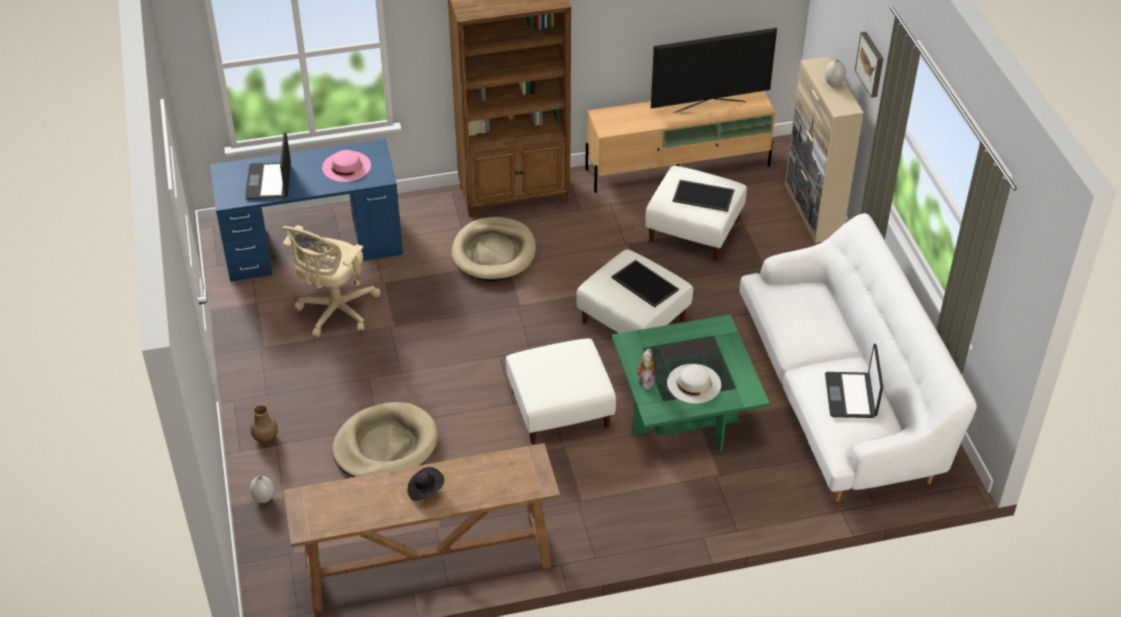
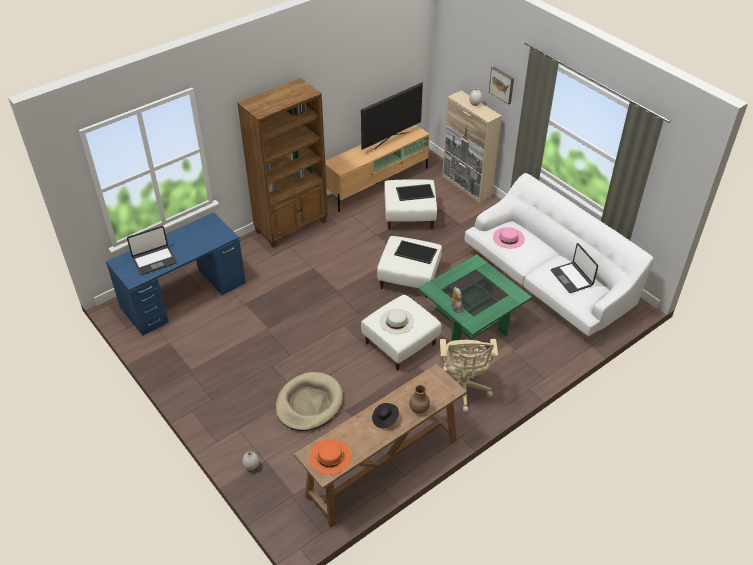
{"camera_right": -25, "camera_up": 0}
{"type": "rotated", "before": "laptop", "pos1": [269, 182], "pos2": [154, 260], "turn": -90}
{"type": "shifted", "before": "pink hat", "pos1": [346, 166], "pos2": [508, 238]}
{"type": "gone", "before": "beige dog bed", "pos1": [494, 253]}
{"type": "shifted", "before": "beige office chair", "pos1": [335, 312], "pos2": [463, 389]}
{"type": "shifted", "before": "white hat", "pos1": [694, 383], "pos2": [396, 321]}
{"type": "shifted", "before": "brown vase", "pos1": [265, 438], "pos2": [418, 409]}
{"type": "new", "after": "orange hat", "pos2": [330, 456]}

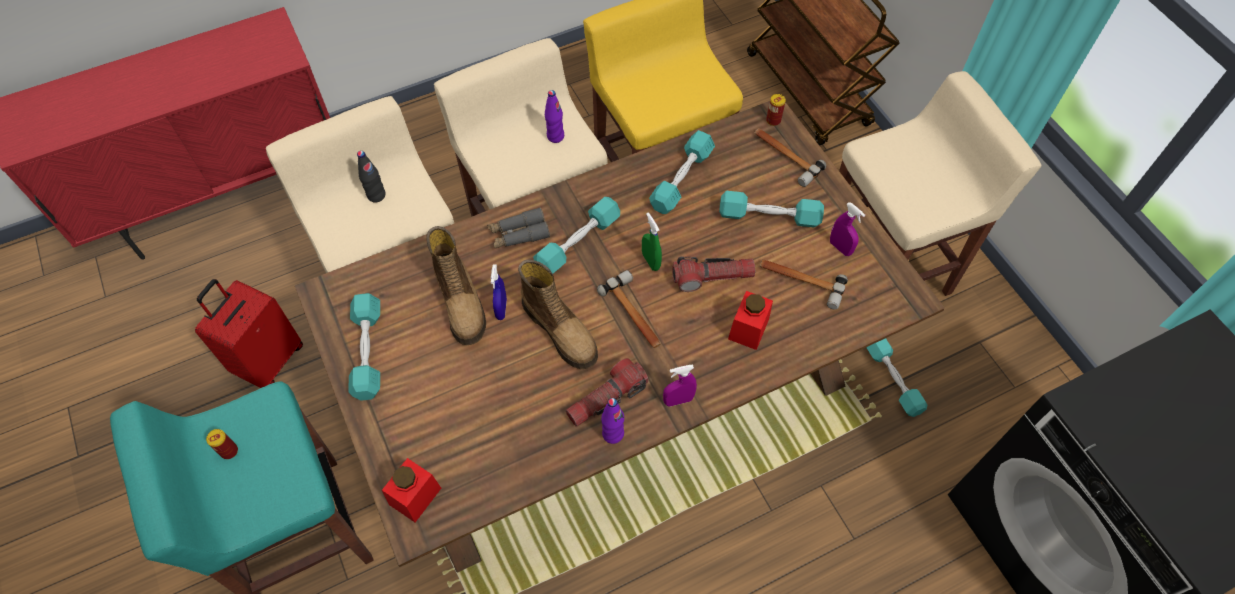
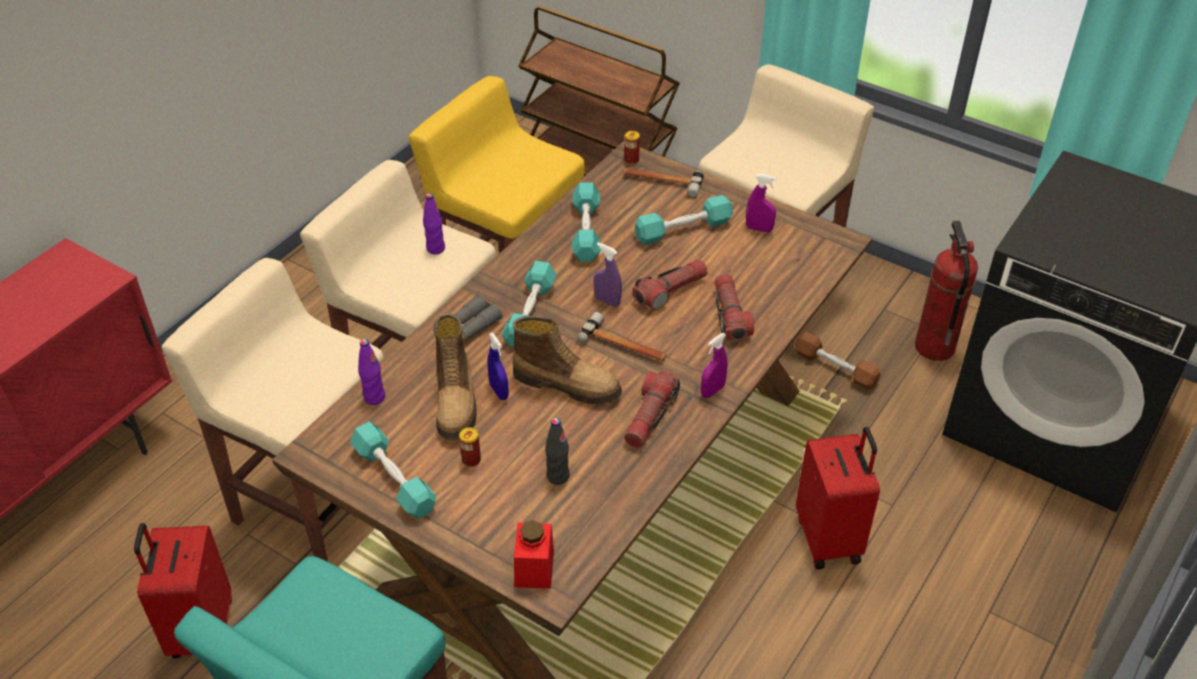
{"camera_right": -30, "camera_up": -15}
{"type": "shifted", "before": "black bottle", "pos1": [376, 195], "pos2": [558, 476]}
{"type": "repainted", "before": "green spray bottle", "after": "purple spray bottle", "pos1": [651, 261], "pos2": [607, 301]}
{"type": "rotated", "before": "boot", "pos1": [461, 302], "pos2": [456, 402], "turn": 45}
{"type": "gone", "before": "hammer", "pos1": [800, 281]}
{"type": "swapped", "before": "red jar", "after": "flashlight", "pos1": [748, 329], "pos2": [730, 315]}
{"type": "repainted", "before": "turquoise dumbbell", "after": "brown dumbbell", "pos1": [893, 379], "pos2": [835, 368]}
{"type": "shifted", "before": "purple bottle", "pos1": [613, 434], "pos2": [374, 397]}
{"type": "shifted", "before": "can", "pos1": [229, 451], "pos2": [471, 460]}
{"type": "new", "after": "fire extinguisher", "pos2": [934, 347]}
{"type": "new", "after": "red suitcase", "pos2": [830, 539]}

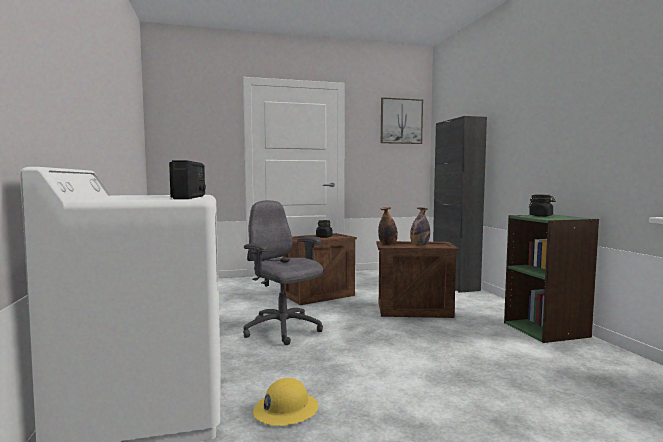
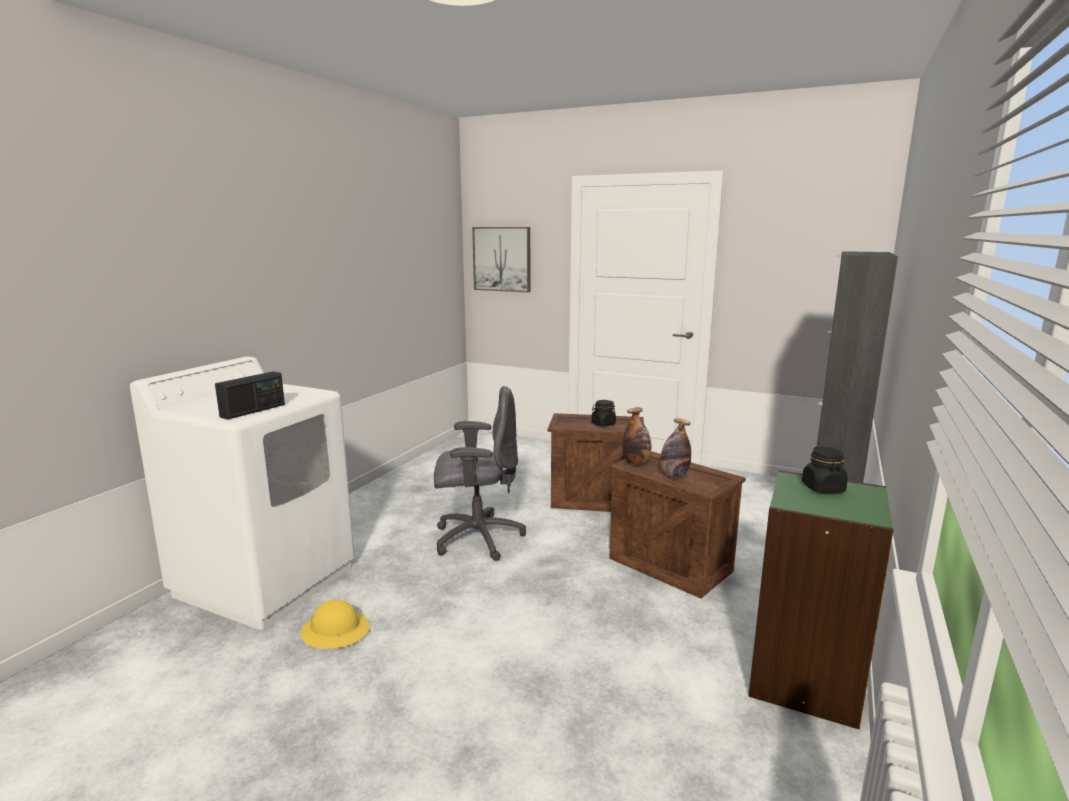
{"camera_right": 40, "camera_up": 10}
{"type": "shifted", "before": "picture", "pos1": [401, 121], "pos2": [502, 259]}
{"type": "rotated", "before": "grey office chair", "pos1": [283, 330], "pos2": [477, 538], "turn": 90}

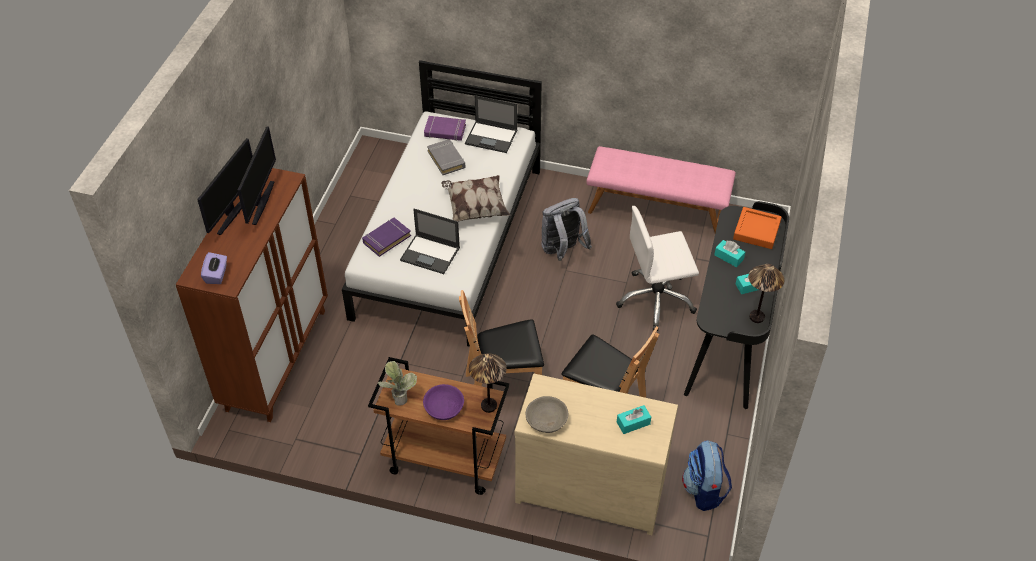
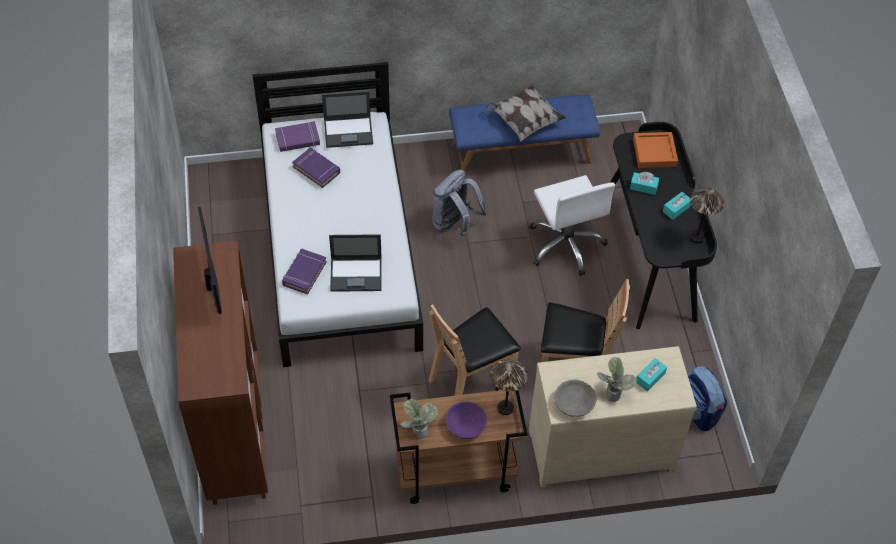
{"camera_right": -25, "camera_up": 5}
{"type": "gone", "before": "monitor", "pos1": [233, 213]}
{"type": "repainted", "before": "grey book", "after": "purple book", "pos1": [446, 159], "pos2": [316, 169]}
{"type": "repainted", "before": "pink bench", "after": "blue bench", "pos1": [657, 209], "pos2": [521, 152]}
{"type": "shifted", "before": "pillow", "pos1": [475, 208], "pos2": [524, 121]}
{"type": "rotated", "before": "white office chair", "pos1": [656, 300], "pos2": [566, 245], "turn": -75}
{"type": "gone", "before": "purple tissue box", "pos1": [216, 275]}
{"type": "new", "after": "potted plant", "pos2": [612, 392]}

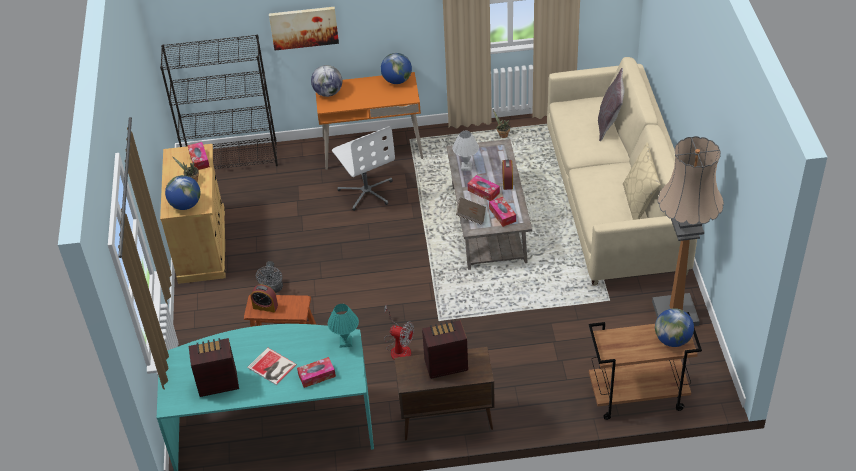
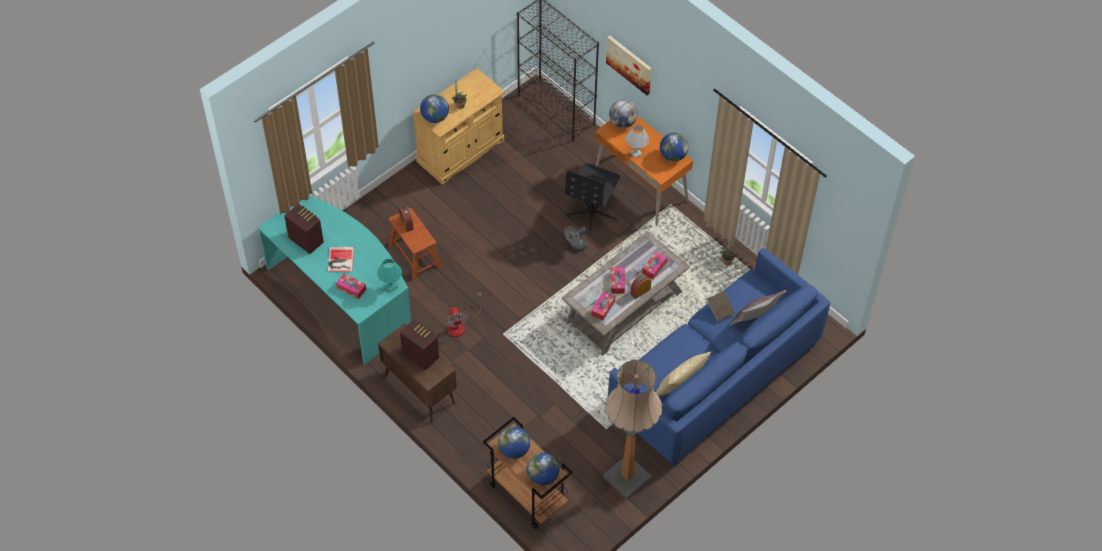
{"camera_right": 50, "camera_up": 10}
{"type": "repainted", "before": "beige sofa", "after": "blue sofa", "pos1": [615, 202], "pos2": [714, 377]}
{"type": "repainted", "before": "white office chair", "after": "black office chair", "pos1": [367, 191], "pos2": [592, 212]}
{"type": "shifted", "before": "white table lamp", "pos1": [466, 166], "pos2": [636, 153]}
{"type": "shifted", "before": "tissue box", "pos1": [199, 159], "pos2": [654, 267]}
{"type": "shifted", "before": "brown book", "pos1": [471, 216], "pos2": [720, 310]}
{"type": "shifted", "before": "grey fan", "pos1": [273, 289], "pos2": [576, 246]}
{"type": "new", "after": "globe", "pos2": [514, 450]}

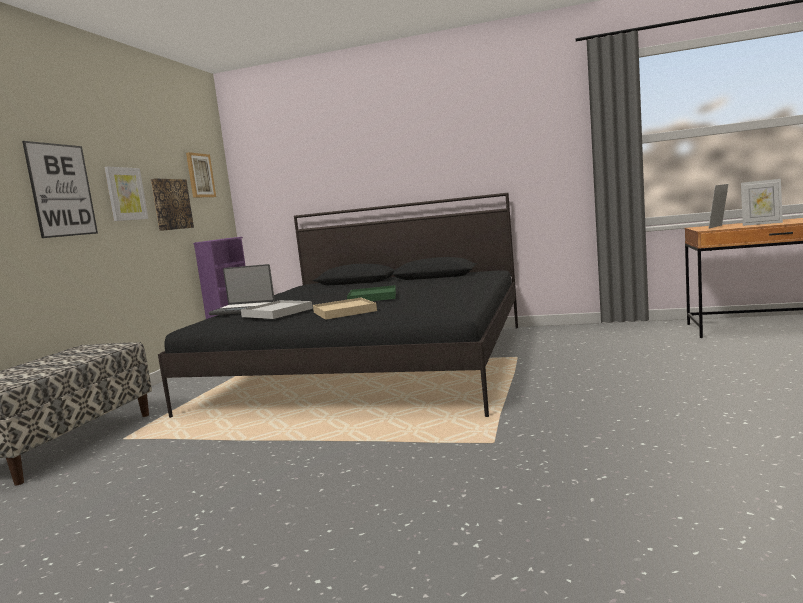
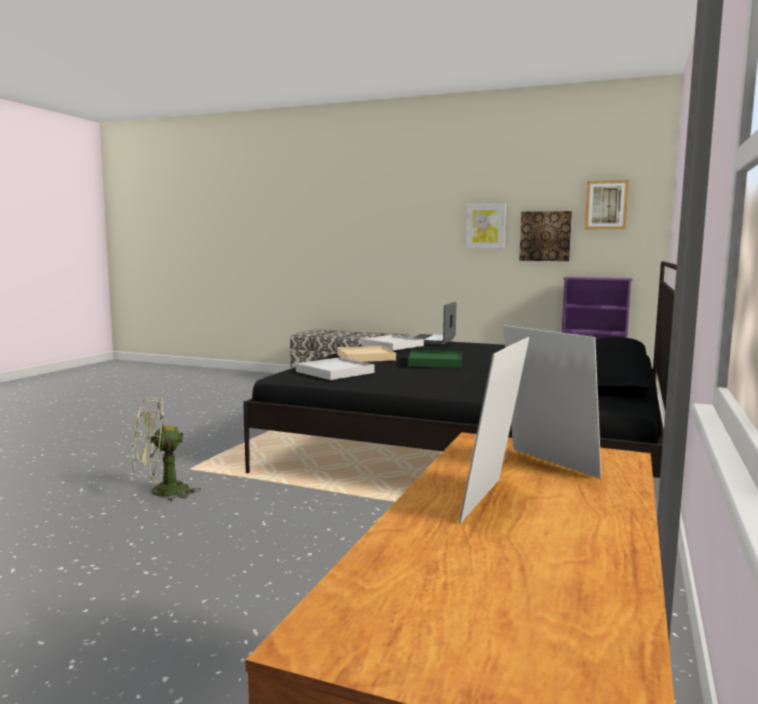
{"camera_right": 95, "camera_up": 0}
{"type": "gone", "before": "picture", "pos1": [61, 190]}
{"type": "new", "after": "white tray", "pos2": [335, 372]}
{"type": "new", "after": "green fan", "pos2": [161, 492]}

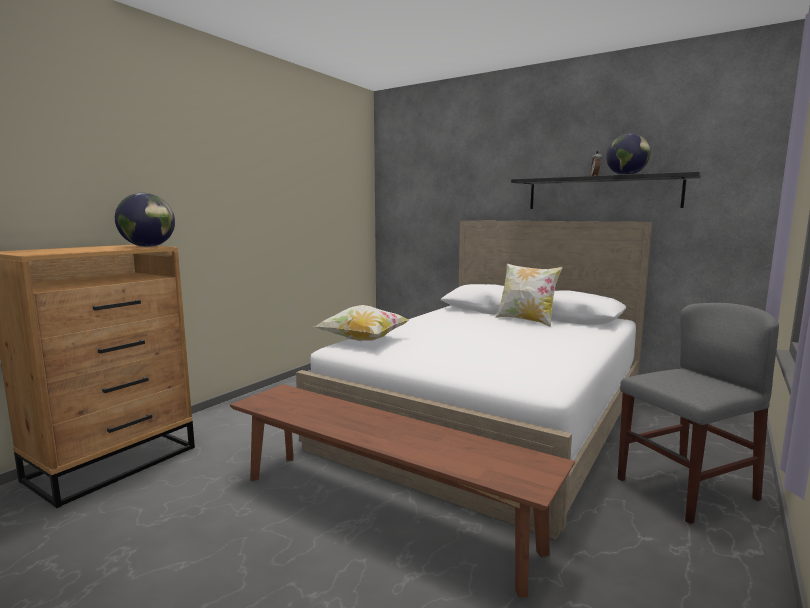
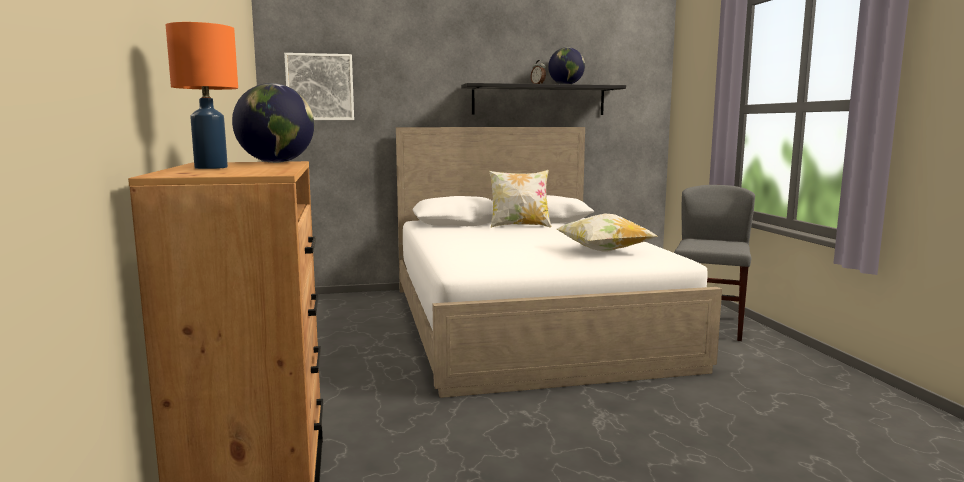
{"camera_right": -45, "camera_up": 0}
{"type": "shifted", "before": "pillow", "pos1": [363, 340], "pos2": [604, 251]}
{"type": "gone", "before": "brown bench", "pos1": [381, 511]}
{"type": "new", "after": "orange table lamp", "pos2": [211, 167]}
{"type": "new", "after": "picture", "pos2": [320, 87]}

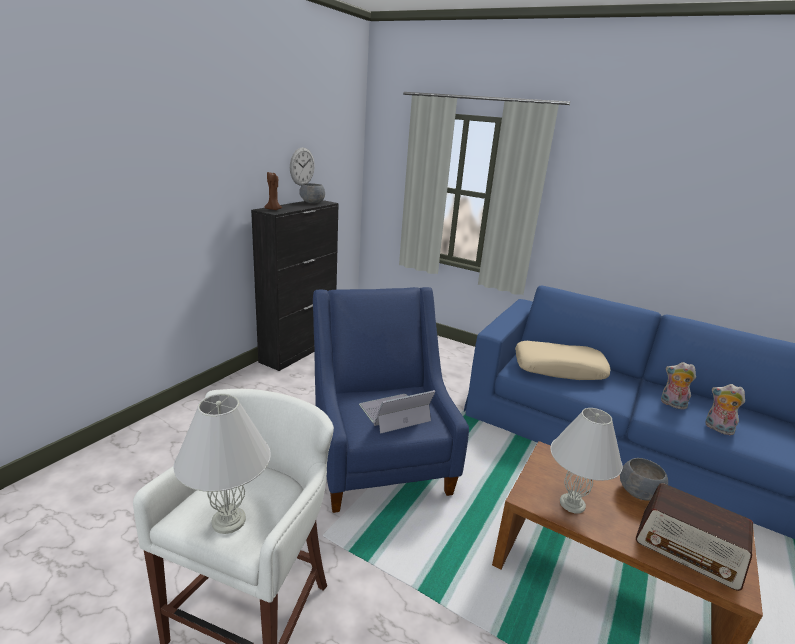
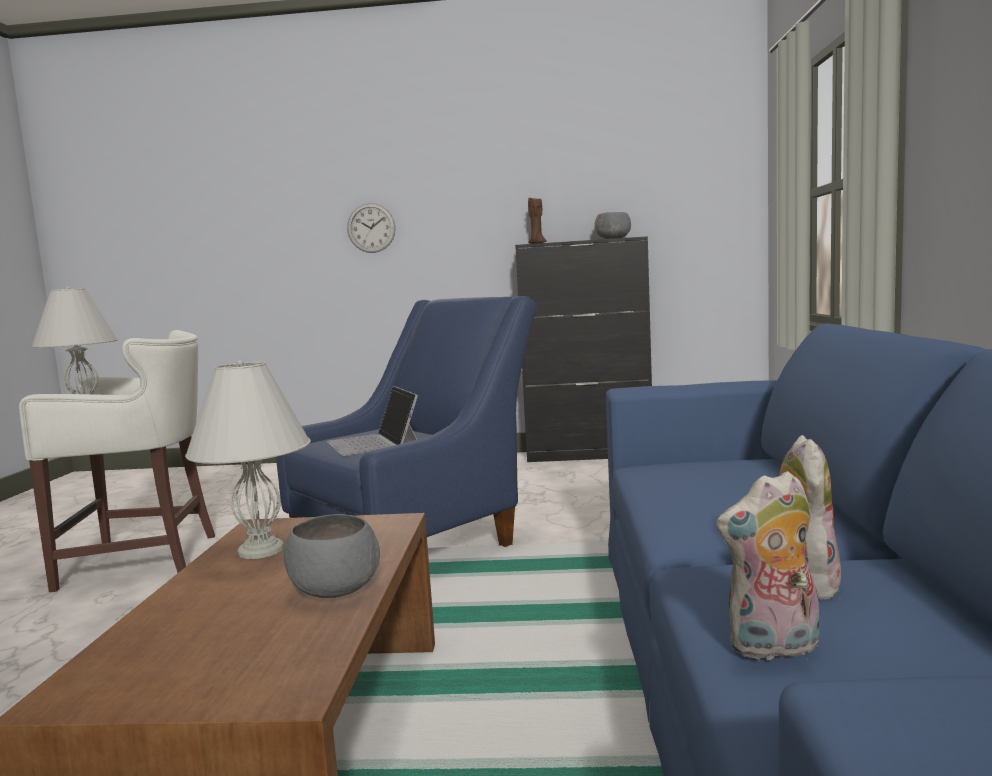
{"camera_right": 65, "camera_up": -15}
{"type": "shifted", "before": "wall clock", "pos1": [302, 166], "pos2": [371, 228]}
{"type": "gone", "before": "beige pillow", "pos1": [559, 368]}
{"type": "rotated", "before": "plush toy", "pos1": [717, 428], "pos2": [774, 648], "turn": -120}
{"type": "rotated", "before": "laptop", "pos1": [394, 413], "pos2": [374, 443], "turn": -150}
{"type": "gone", "before": "radio", "pos1": [688, 550]}

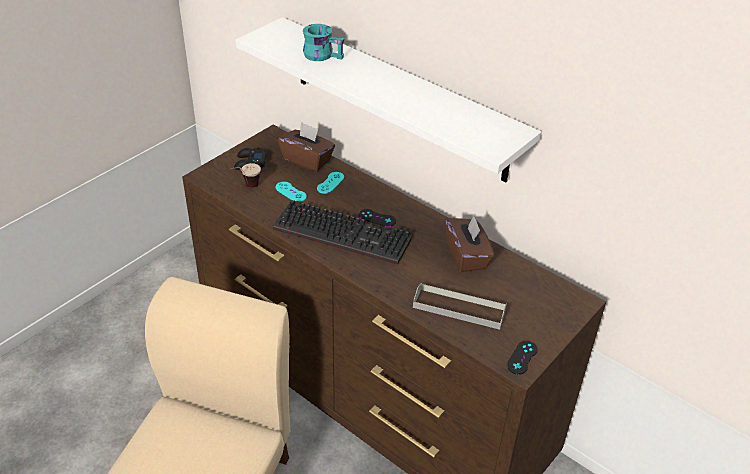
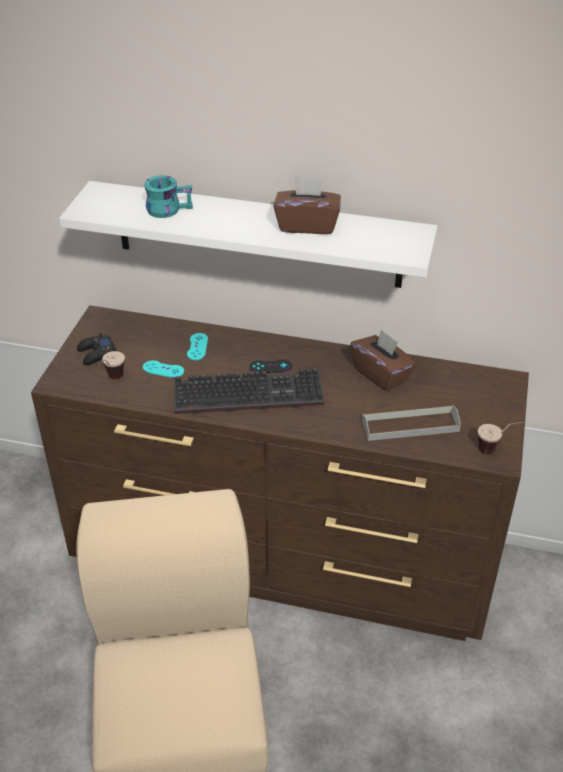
{"camera_right": -25, "camera_up": 0}
{"type": "shifted", "before": "brown tissue box", "pos1": [307, 160], "pos2": [307, 225]}
{"type": "swapped", "before": "black game controller", "after": "cup", "pos1": [522, 357], "pos2": [496, 449]}

